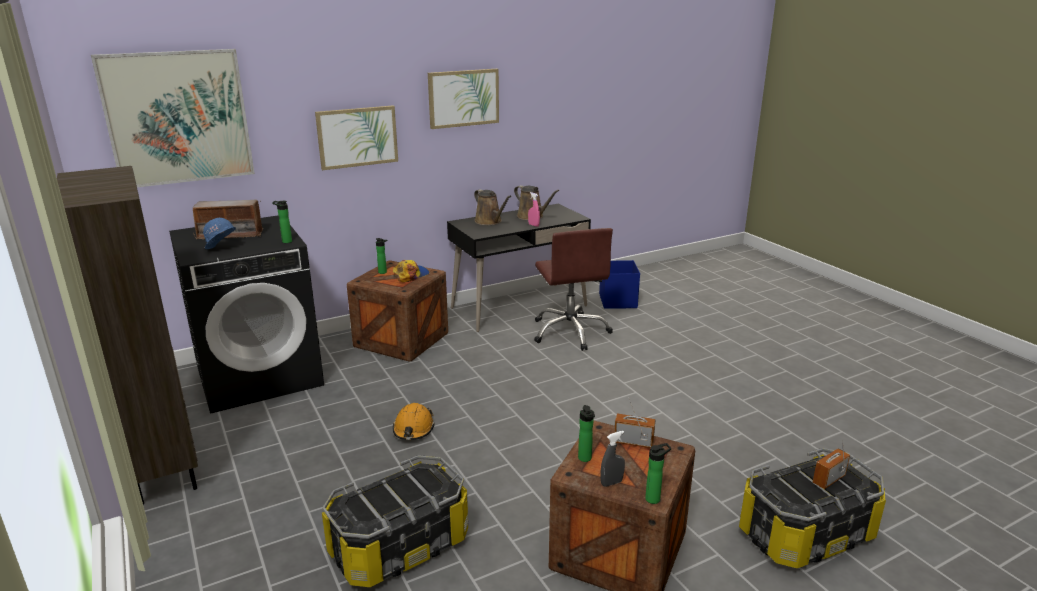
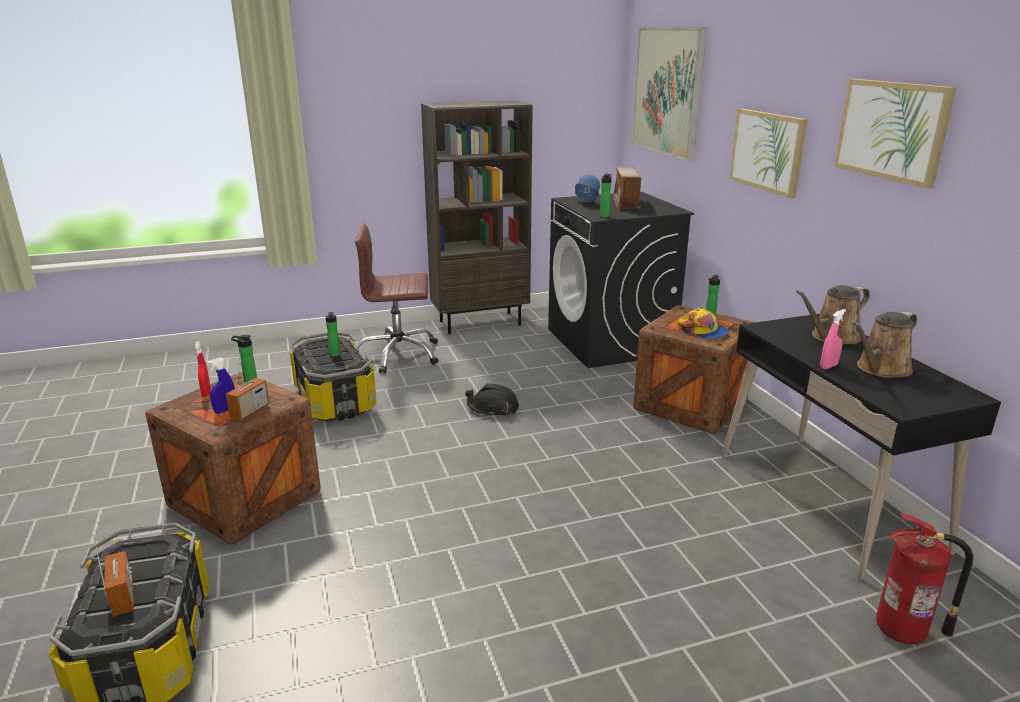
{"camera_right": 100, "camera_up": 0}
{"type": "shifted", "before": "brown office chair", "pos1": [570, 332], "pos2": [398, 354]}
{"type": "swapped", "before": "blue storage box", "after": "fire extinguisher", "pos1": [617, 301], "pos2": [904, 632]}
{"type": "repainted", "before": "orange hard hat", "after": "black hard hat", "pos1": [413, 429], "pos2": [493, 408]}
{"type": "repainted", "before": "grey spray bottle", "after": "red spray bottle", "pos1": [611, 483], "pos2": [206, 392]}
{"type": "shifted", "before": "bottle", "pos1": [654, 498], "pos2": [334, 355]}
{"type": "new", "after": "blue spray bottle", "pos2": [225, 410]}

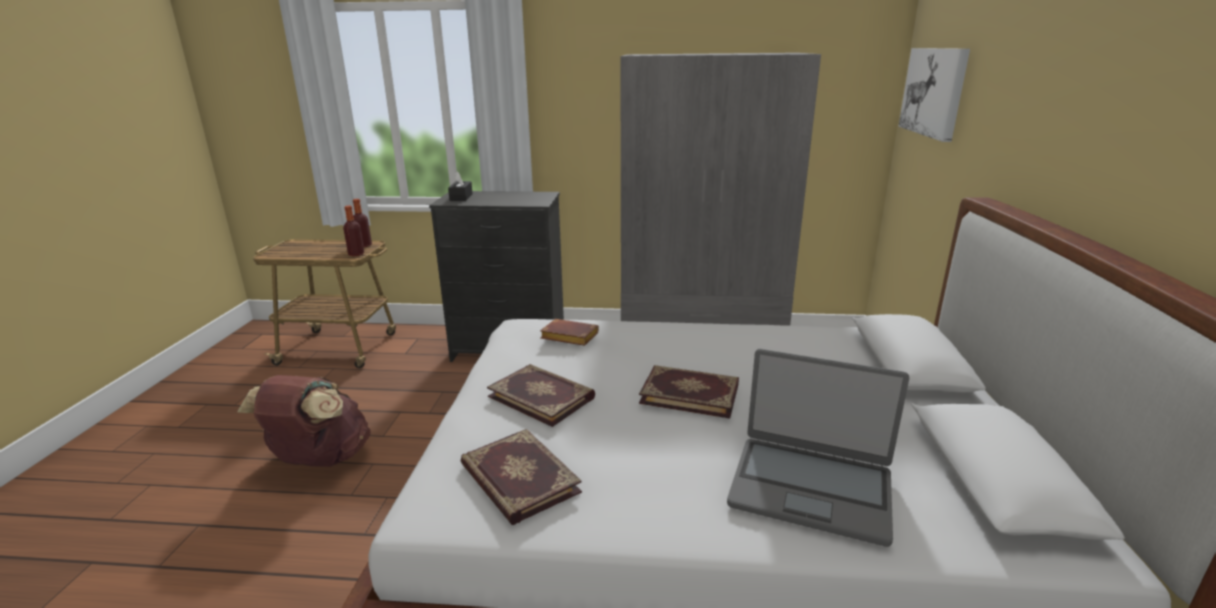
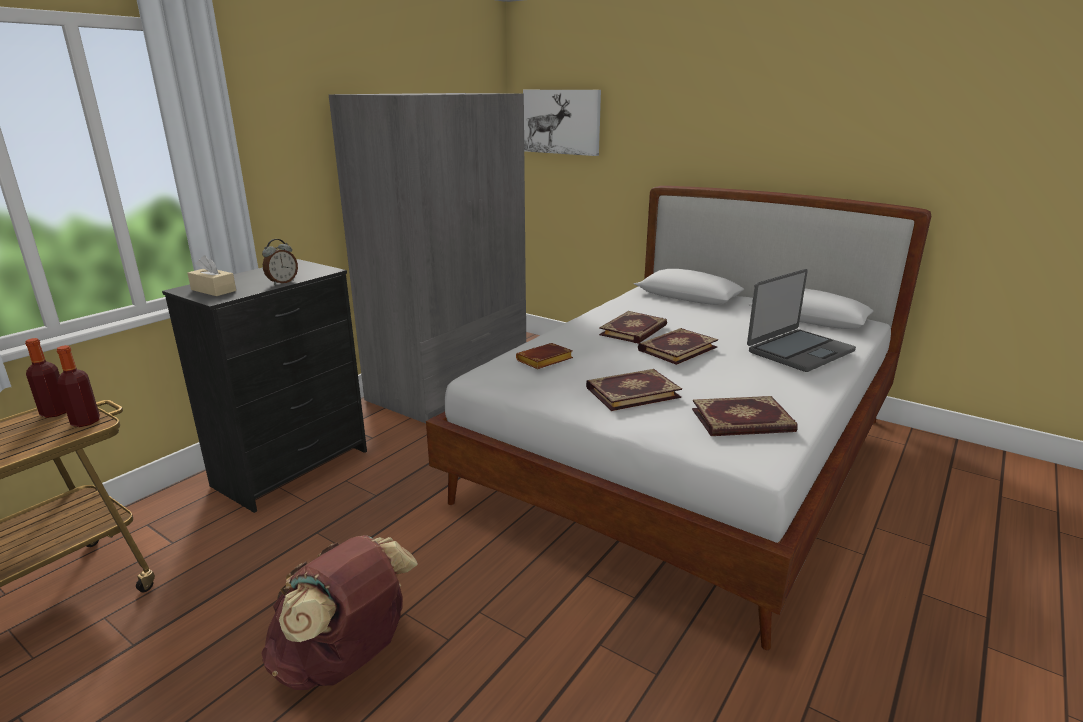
{"camera_right": -60, "camera_up": 0}
{"type": "repainted", "before": "black tissue box", "after": "beige tissue box", "pos1": [461, 197], "pos2": [213, 290]}
{"type": "new", "after": "alarm clock", "pos2": [282, 282]}
{"type": "new", "after": "book", "pos2": [634, 330]}

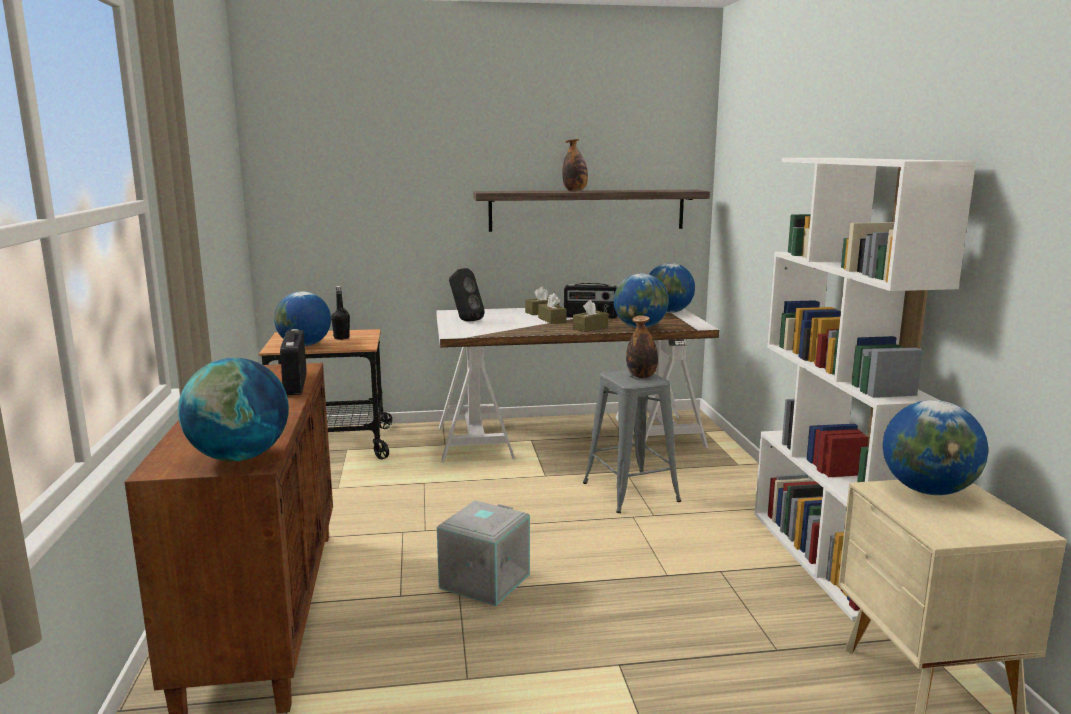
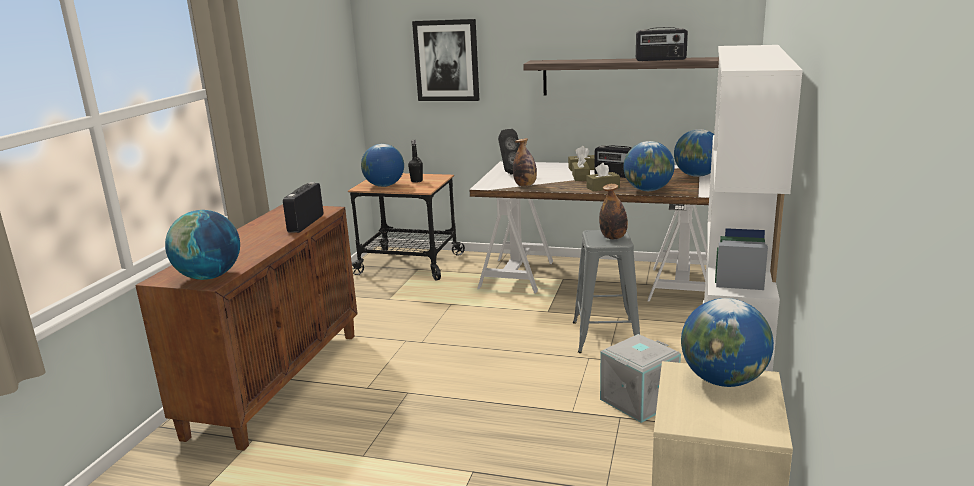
{"camera_right": 25, "camera_up": 5}
{"type": "shifted", "before": "bottle", "pos1": [575, 191], "pos2": [525, 185]}
{"type": "shifted", "before": "grey storage box", "pos1": [484, 580], "pos2": [638, 400]}
{"type": "new", "after": "picture", "pos2": [446, 60]}
{"type": "new", "after": "radio", "pos2": [660, 60]}

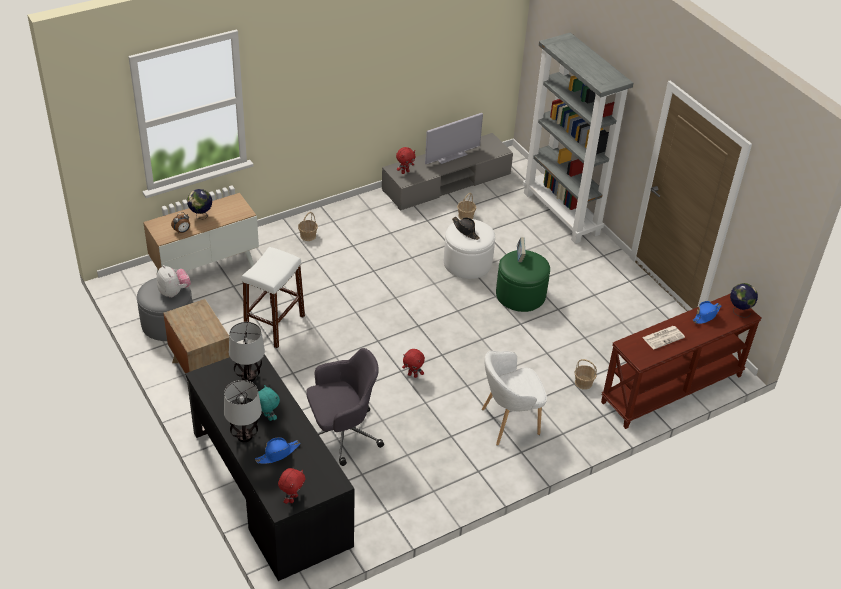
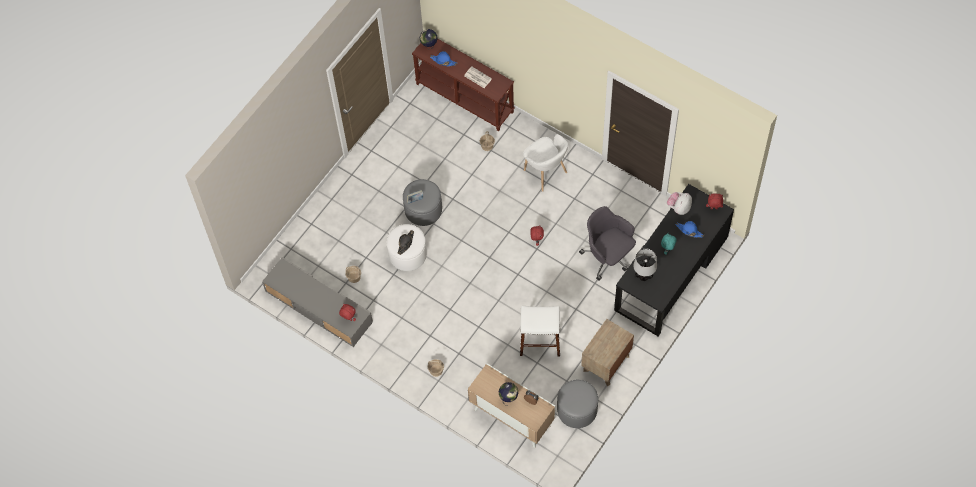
{"camera_right": -110, "camera_up": 20}
{"type": "gone", "before": "grey bookcase", "pos1": [562, 213]}
{"type": "gone", "before": "television", "pos1": [451, 156]}
{"type": "repainted", "before": "green ottoman", "after": "grey ottoman", "pos1": [520, 295], "pos2": [423, 209]}
{"type": "shifted", "before": "plush toy", "pos1": [174, 292], "pos2": [679, 208]}
{"type": "gone", "before": "table lamp", "pos1": [245, 436]}

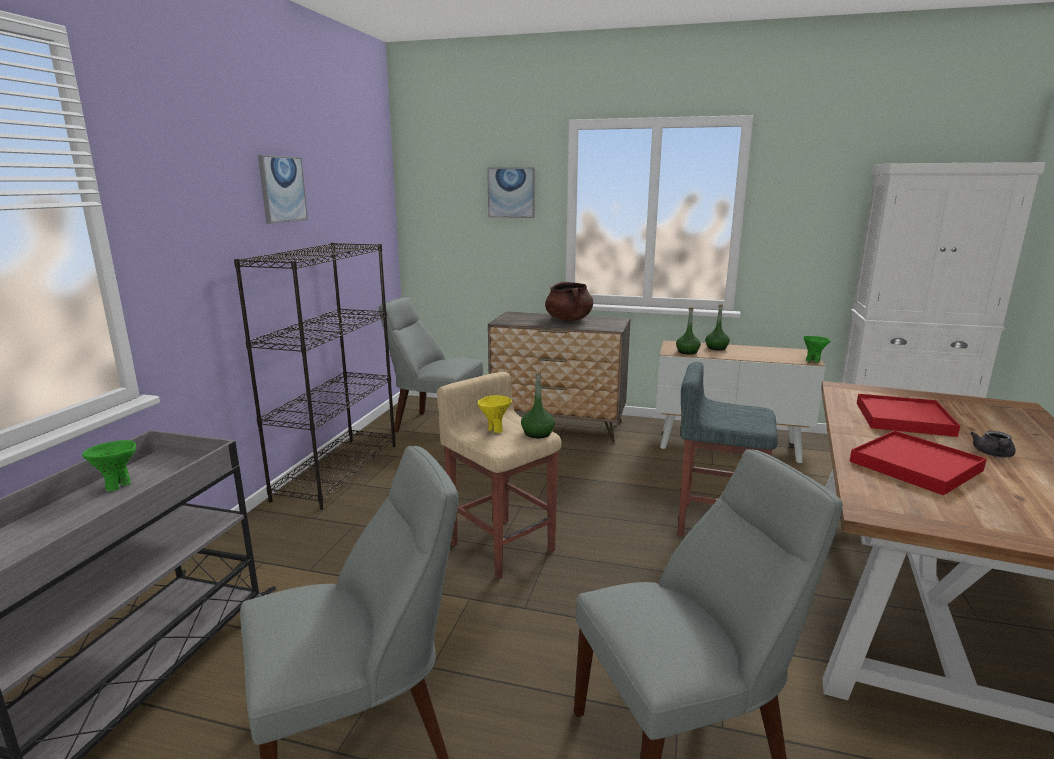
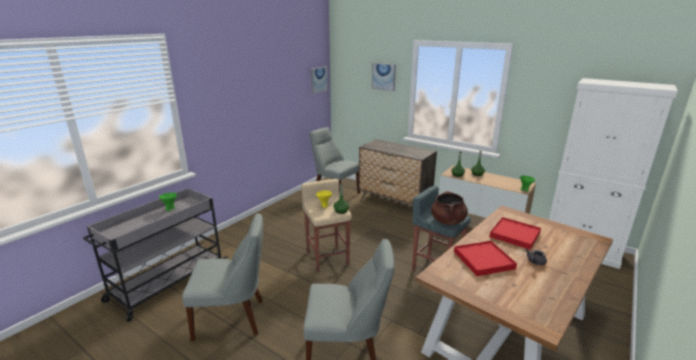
{"camera_right": 20, "camera_up": 5}
{"type": "shifted", "before": "picture", "pos1": [282, 189], "pos2": [318, 79]}
{"type": "gone", "before": "black bookcase", "pos1": [338, 470]}
{"type": "shifted", "before": "brown cooking pot", "pos1": [569, 320], "pos2": [448, 221]}

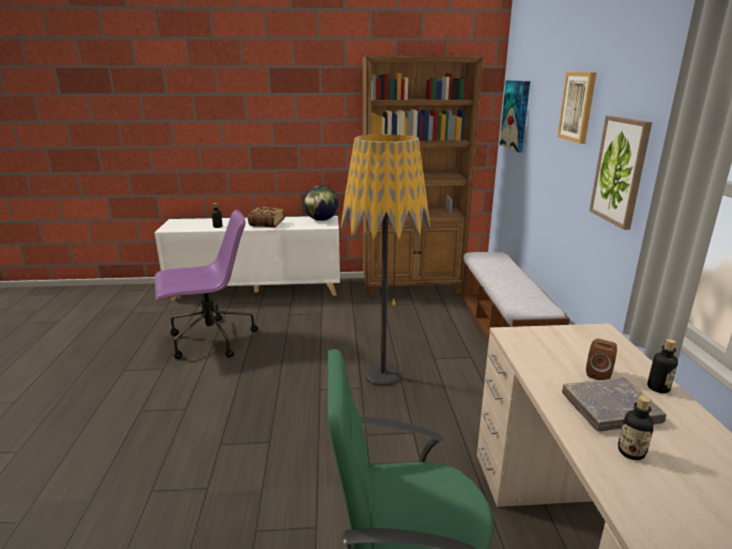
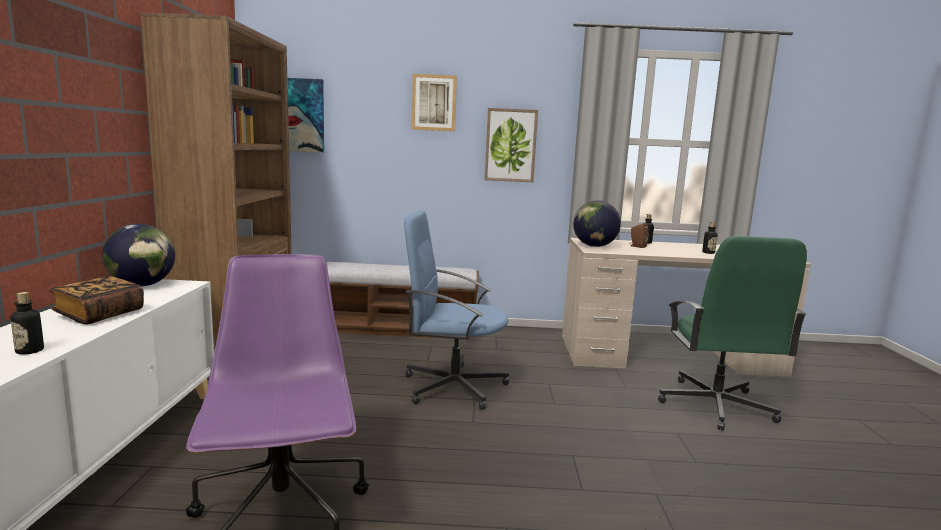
{"camera_right": -85, "camera_up": -10}
{"type": "swapped", "before": "floor lamp", "after": "blue office chair", "pos1": [383, 375], "pos2": [452, 386]}
{"type": "gone", "before": "grey book", "pos1": [610, 409]}
{"type": "new", "after": "globe", "pos2": [594, 246]}

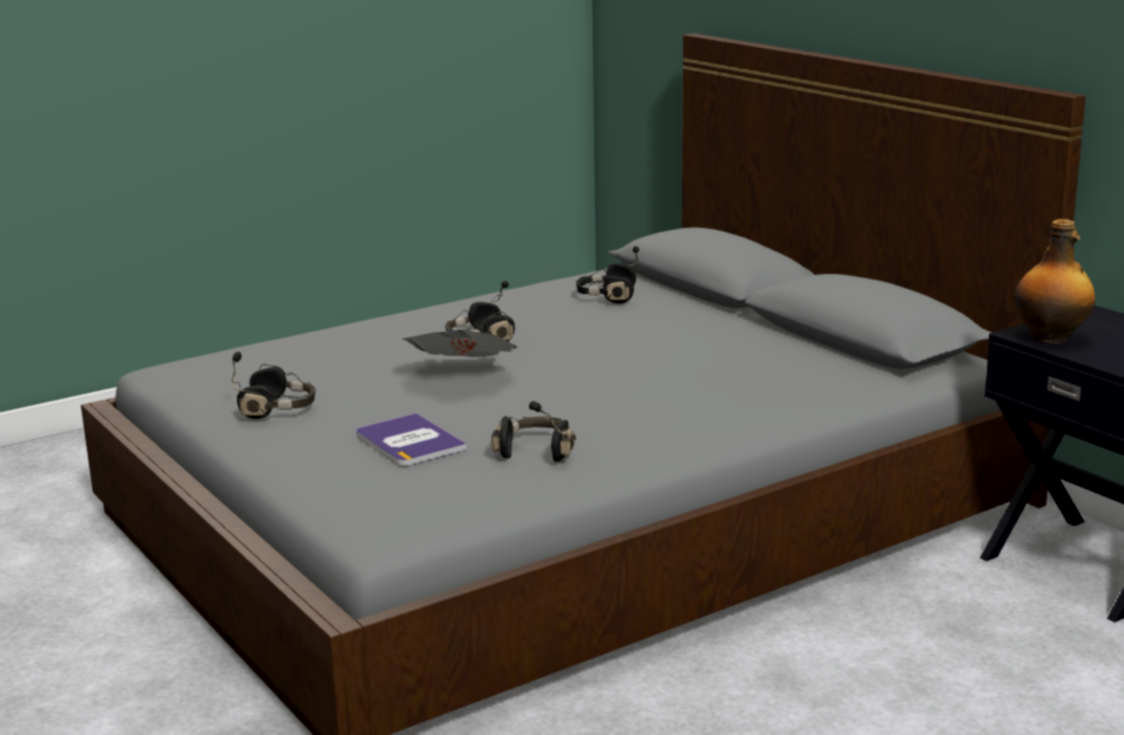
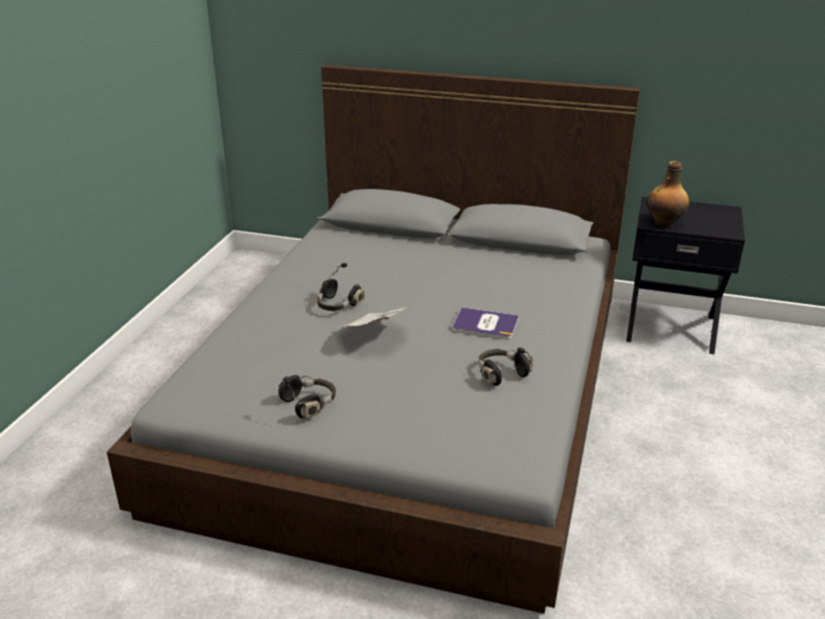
{"camera_right": -40, "camera_up": 10}
{"type": "gone", "before": "black headphones", "pos1": [607, 297]}
{"type": "shifted", "before": "book", "pos1": [409, 442], "pos2": [485, 325]}

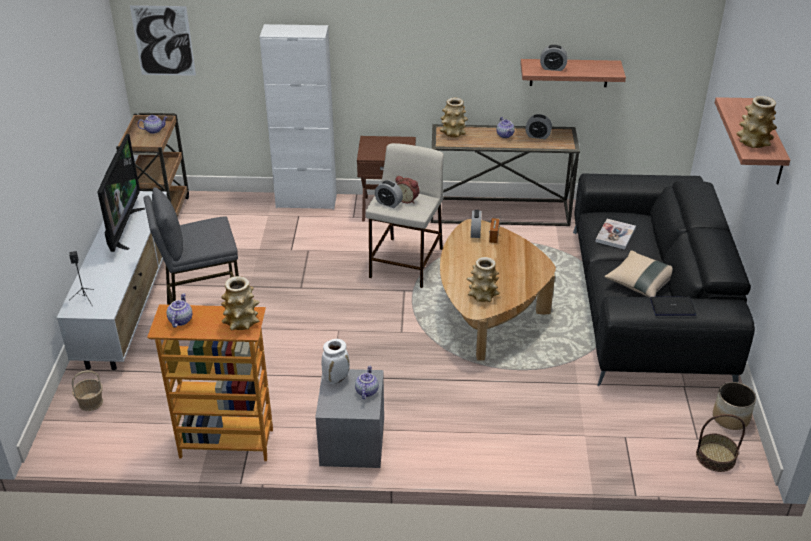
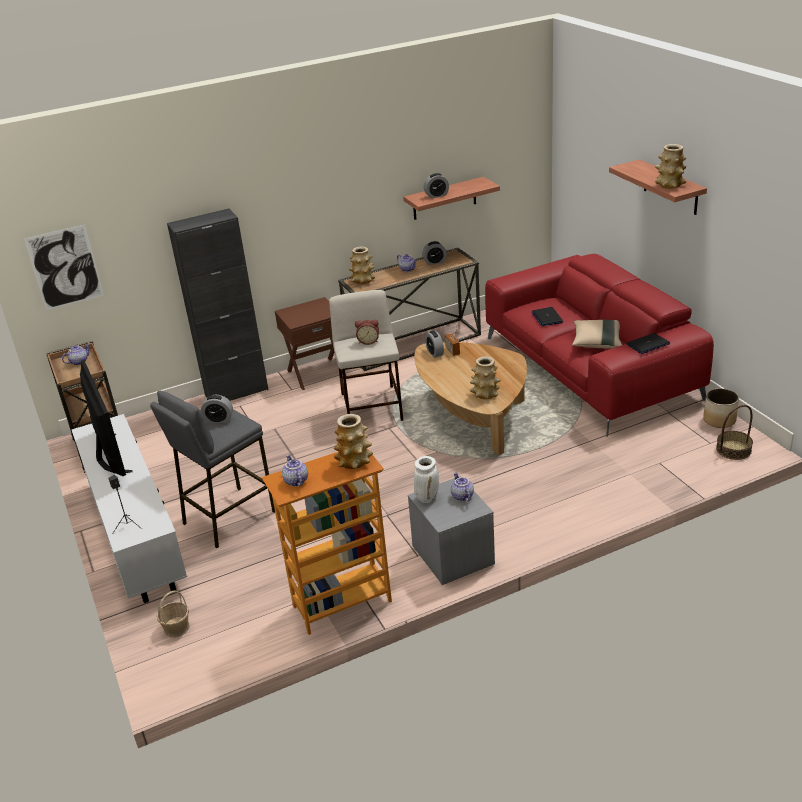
{"camera_right": -25, "camera_up": -5}
{"type": "repainted", "before": "white cabinet", "after": "black cabinet", "pos1": [306, 201], "pos2": [236, 392]}
{"type": "repainted", "before": "black sofa", "after": "red sofa", "pos1": [648, 304], "pos2": [590, 367]}
{"type": "shifted", "before": "alarm clock", "pos1": [388, 203], "pos2": [219, 419]}
{"type": "swapped", "before": "book", "after": "laptop", "pos1": [615, 235], "pos2": [547, 317]}

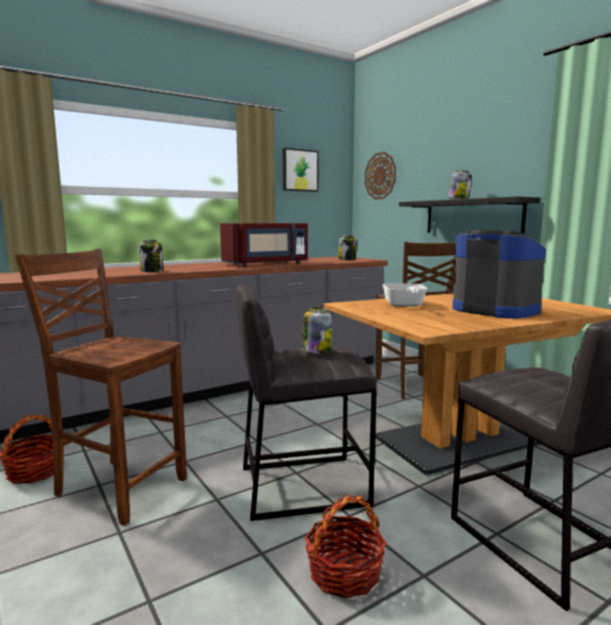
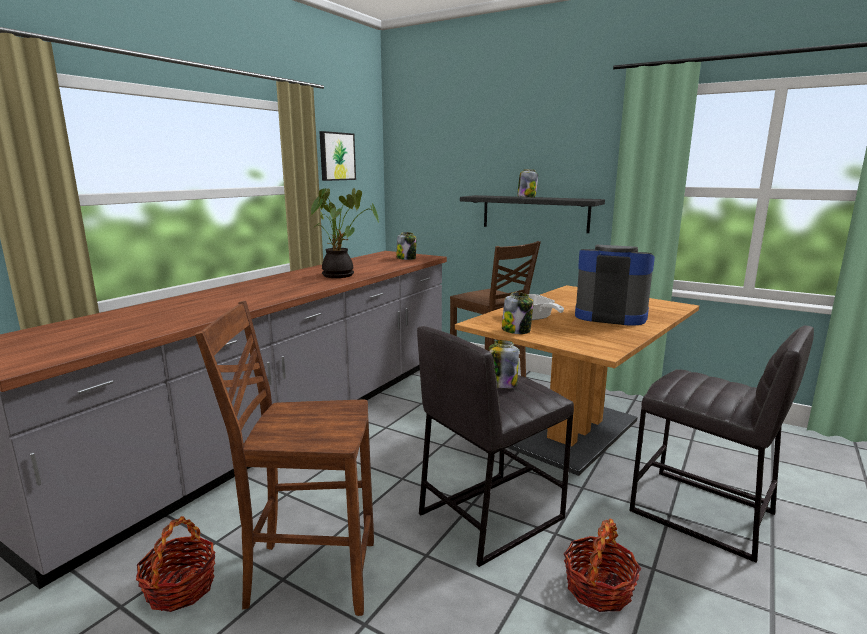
{"camera_right": -25, "camera_up": 5}
{"type": "gone", "before": "wall clock", "pos1": [380, 176]}
{"type": "swapped", "before": "red microwave", "after": "potted plant", "pos1": [266, 264], "pos2": [341, 275]}
{"type": "shifted", "before": "jar", "pos1": [152, 271], "pos2": [516, 330]}

